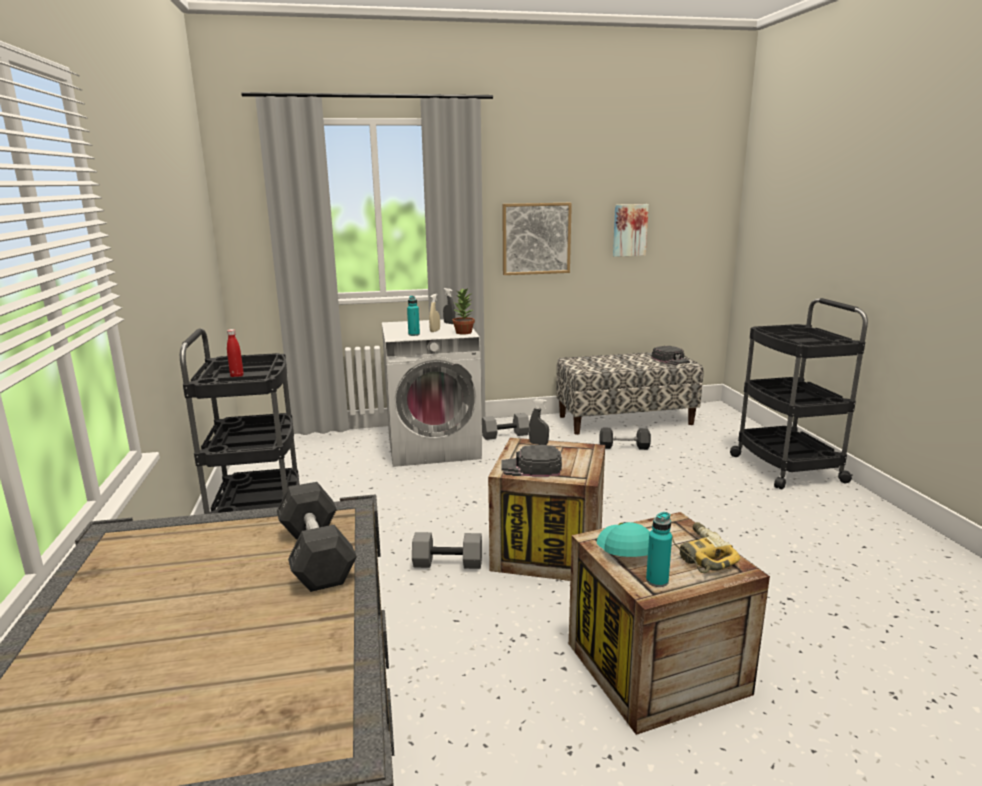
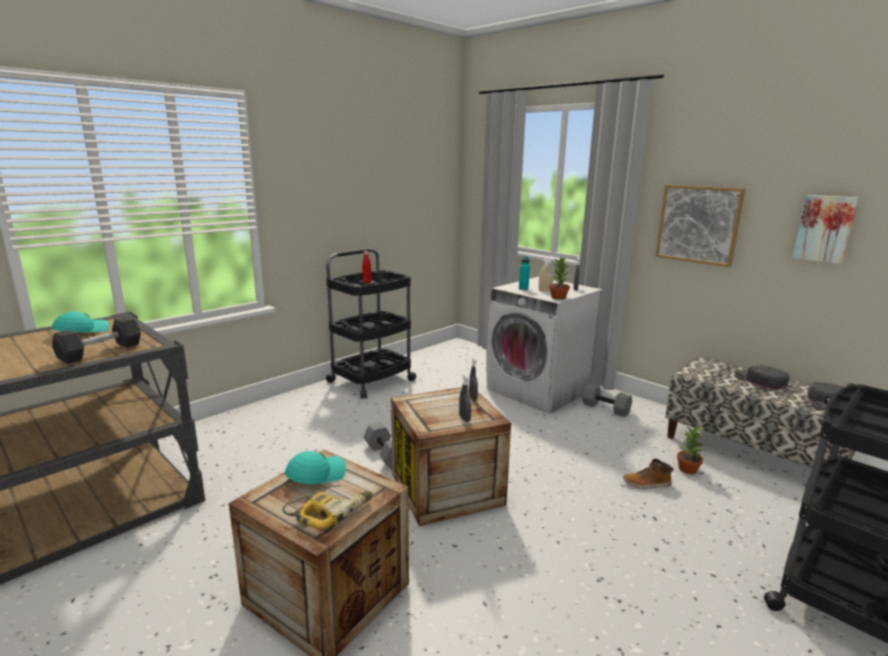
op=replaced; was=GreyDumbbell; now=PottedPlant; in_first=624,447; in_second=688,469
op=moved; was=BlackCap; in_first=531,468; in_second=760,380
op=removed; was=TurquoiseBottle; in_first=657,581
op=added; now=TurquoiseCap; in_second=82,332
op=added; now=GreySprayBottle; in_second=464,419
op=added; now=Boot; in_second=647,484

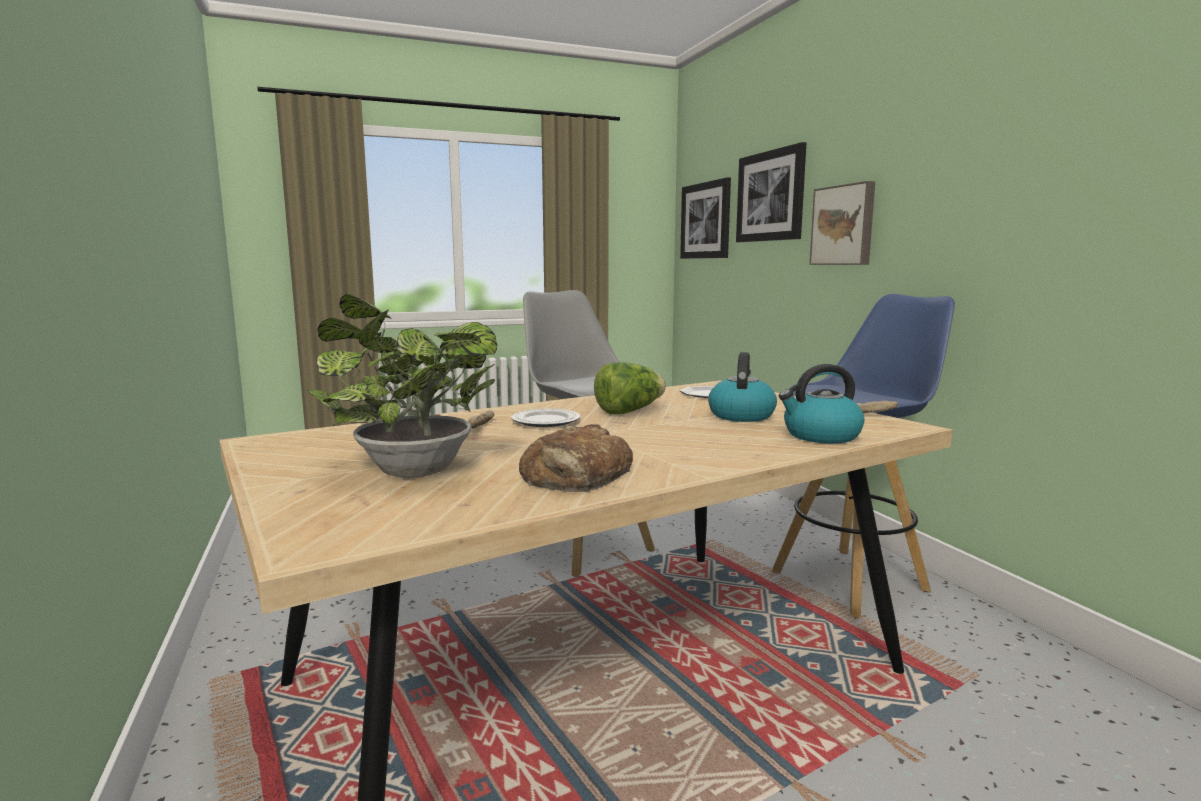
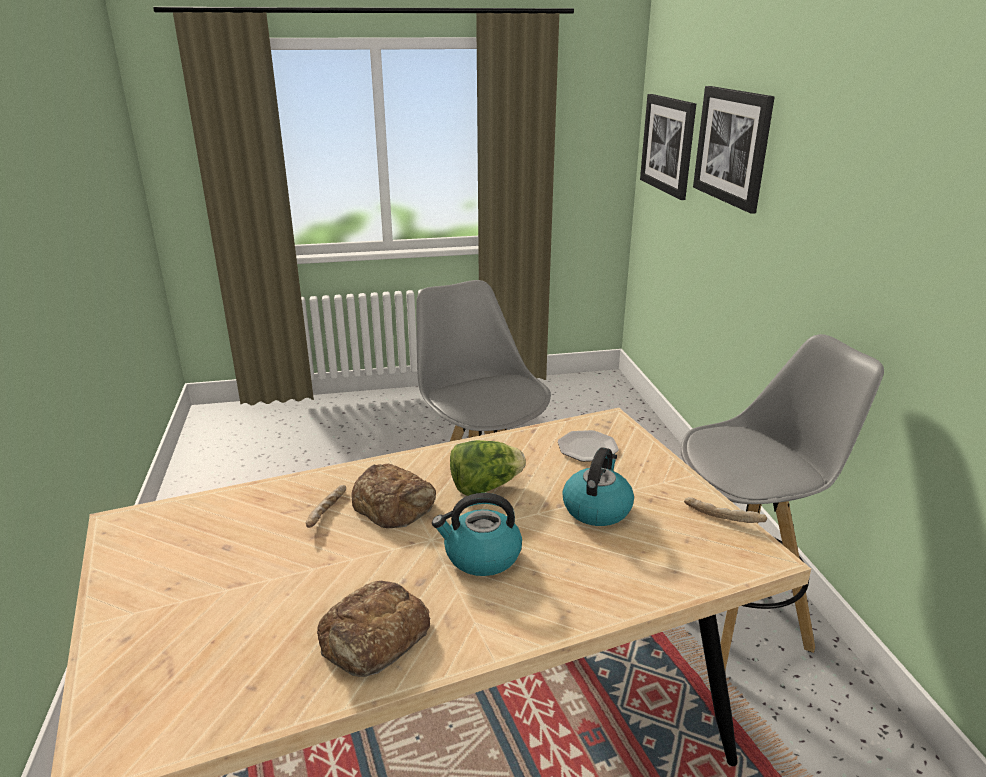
op=removed; was=Picture; in_first=844,225
op=removed; was=PottedPlant; in_first=408,470
op=recoloured; was=BlueStool; now=GreyStool; in_first=852,580; in_second=735,624
op=moved; was=Kettle; in_first=820,436; in_second=481,556
op=replaced; was=Plate; now=Bread; in_first=546,421; in_second=394,503

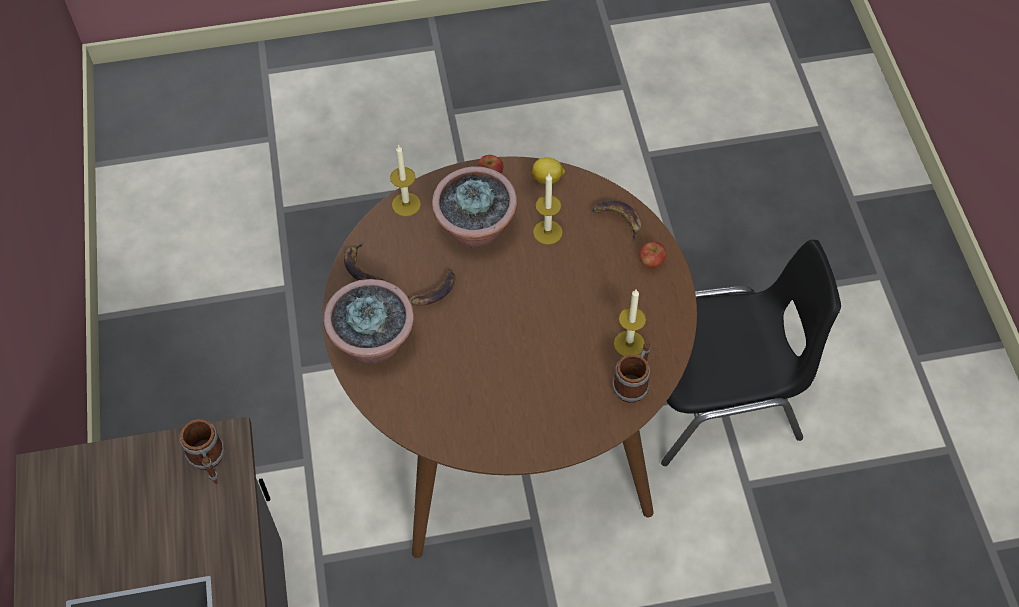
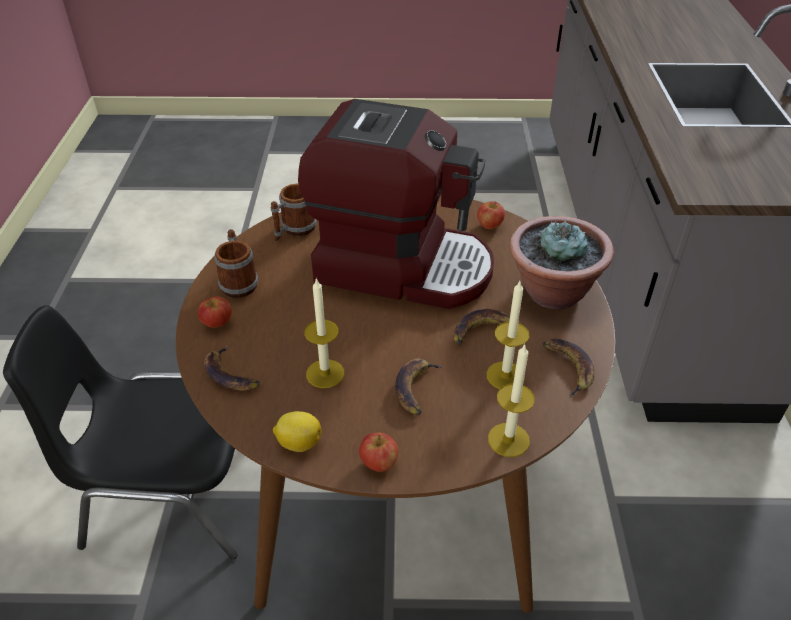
op=replaced; was=PottedPlant; now=Banana; in_first=476,231; in_second=416,389
op=moved; was=Candle; in_first=629,344; in_second=505,376
op=moved; was=Mug; in_first=208,461; in_second=239,281
op=added; now=CoffeeMachine; in_second=402,265
op=added; now=Apple; in_second=489,225

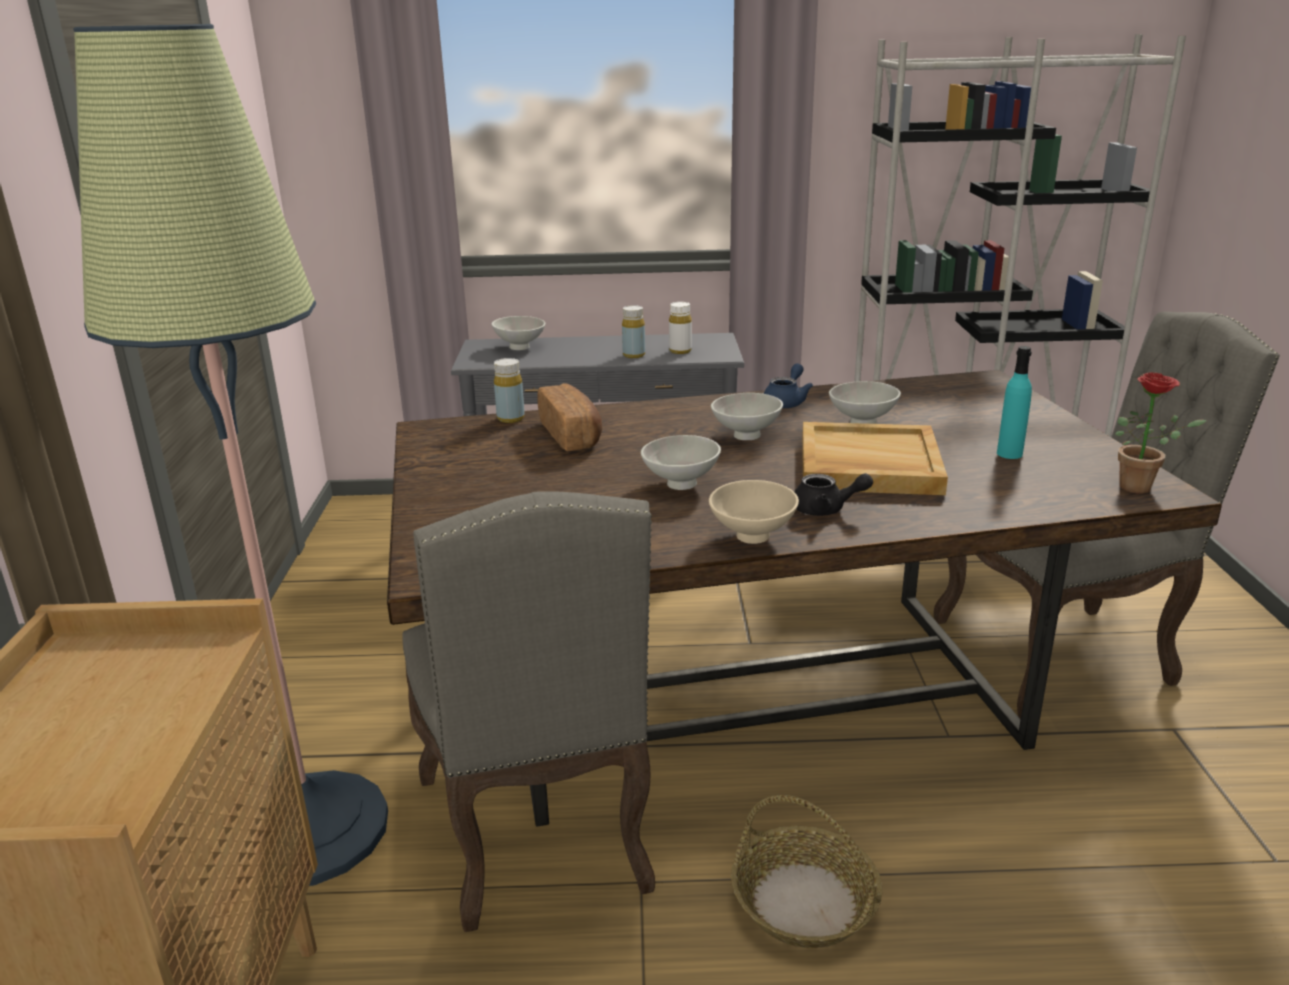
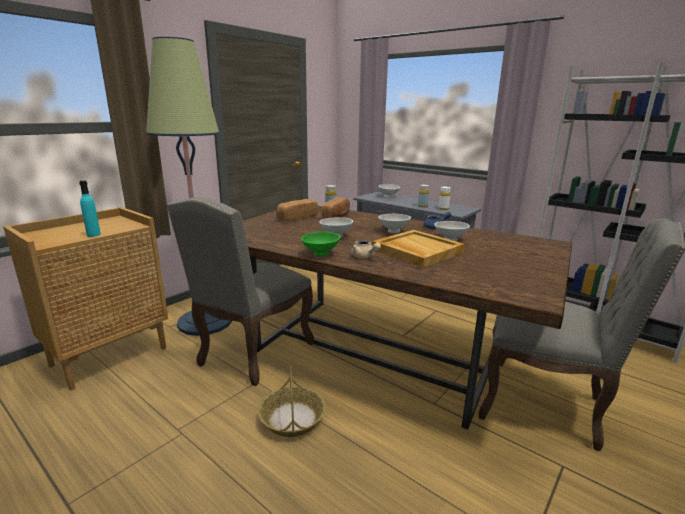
op=moved; was=TurquoiseBottle; in_first=1009,454; in_second=93,235
op=removed; was=PottedPlant; in_first=1142,487
op=recoloured; was=BlackTeapot; now=BeigeTeapot; in_first=826,509; in_second=364,256
op=recoloured; was=BeigeBowl; now=GreenBowl; in_first=754,537; in_second=321,254
op=added; now=Bread; in_second=297,218

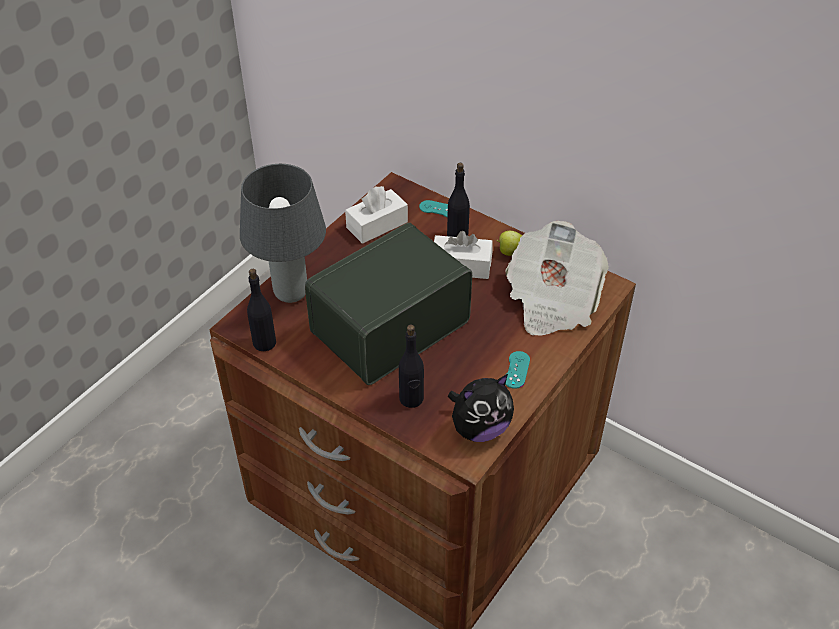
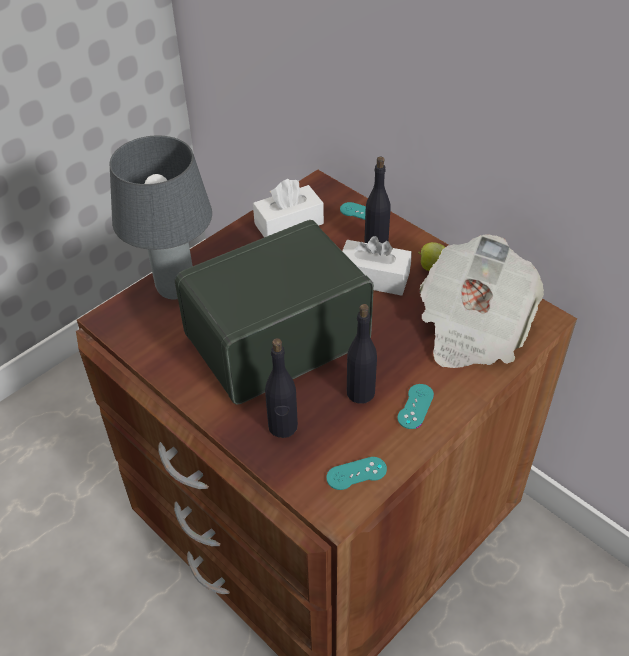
op=moved; was=BlackBottle; in_first=264,342; in_second=360,392
op=replaced; was=PlushToy; now=TurquoiseGameController; in_first=479,428; in_second=356,473

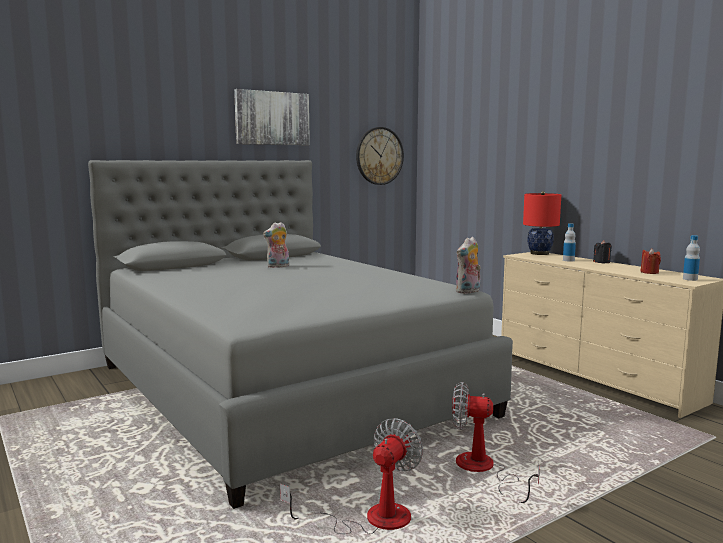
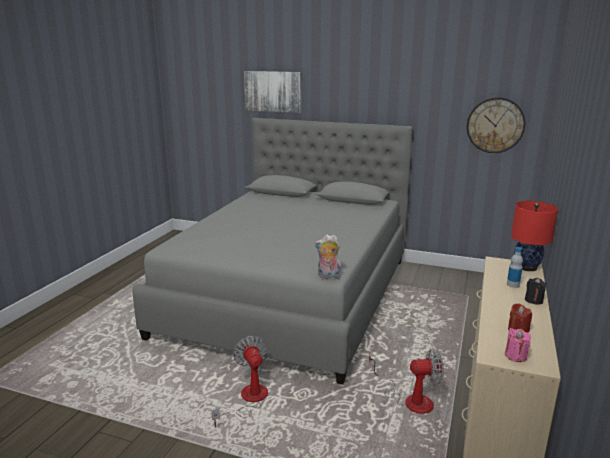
op=moved; was=Picture; in_first=272,118; in_second=273,91
op=removed; was=PlushToy; in_first=278,266
op=replaced; was=Bottle; now=PinkCandle; in_first=690,279; in_second=515,356
op=moved; was=Fan; in_first=371,519; in_second=410,399

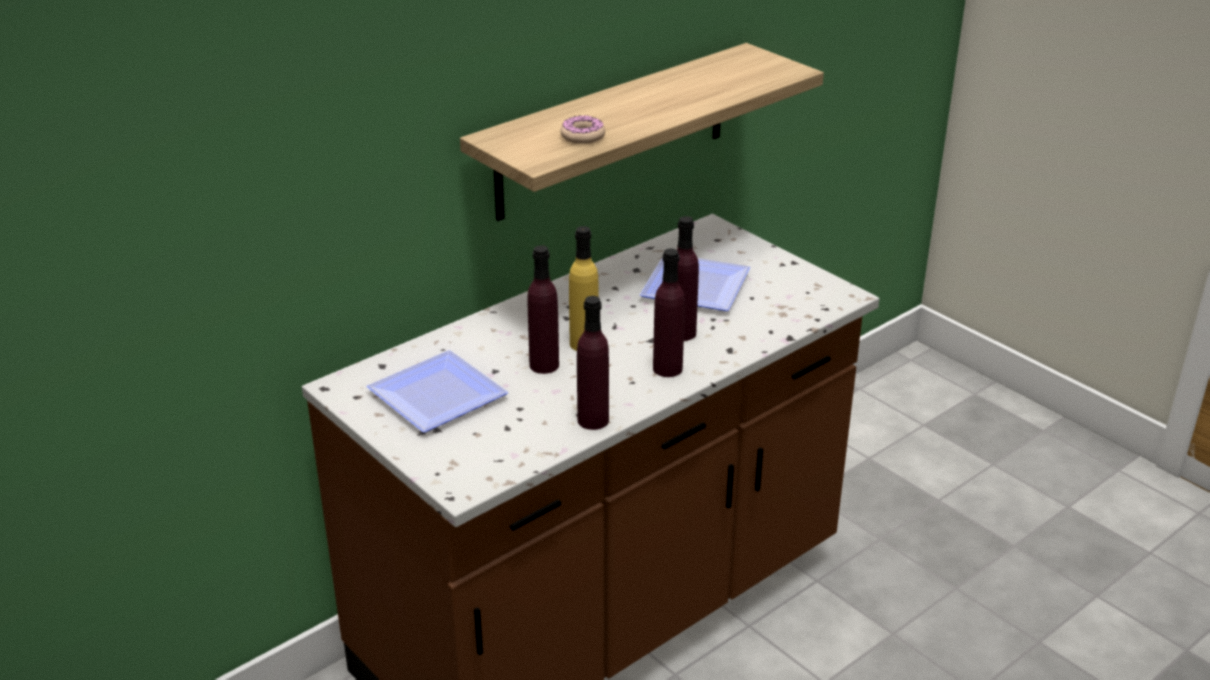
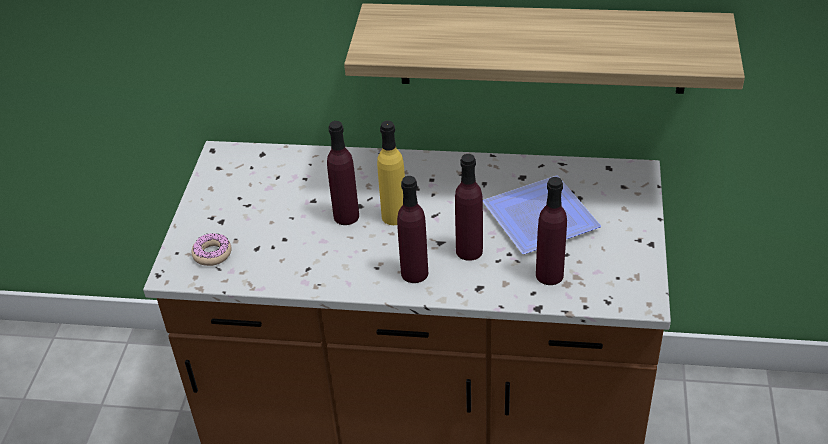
op=moved; was=Donut; in_first=582,136; in_second=212,254
op=moved; was=PurpleBottle; in_first=593,420; in_second=549,275
op=removed; was=Plate; in_first=436,399

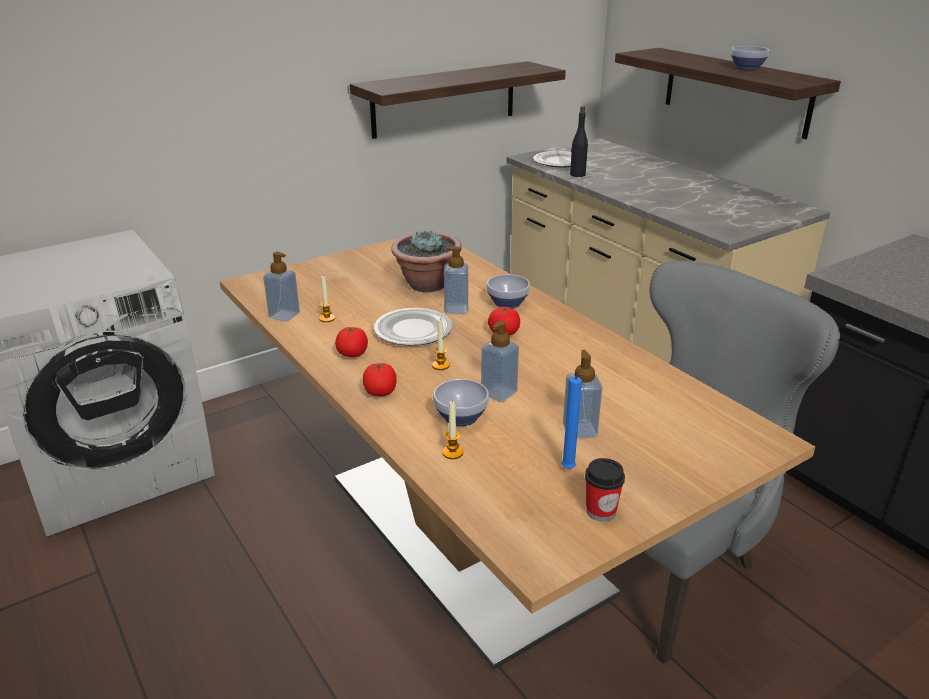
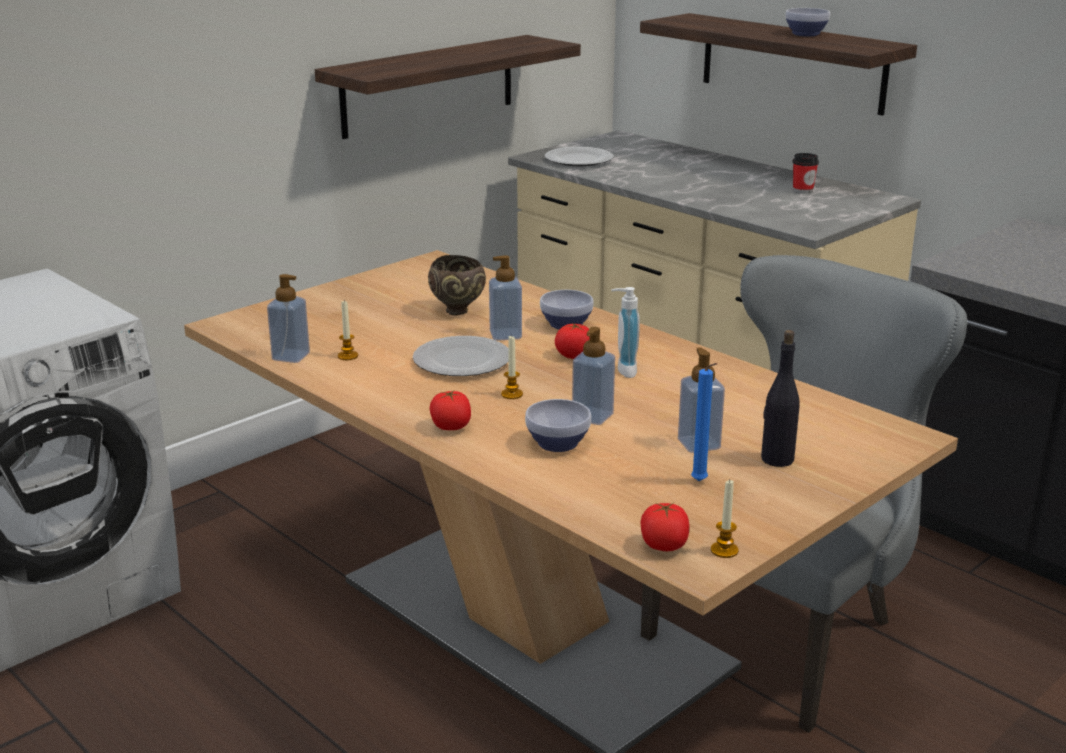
op=moved; was=BlackBottle; in_first=577,174; in_second=776,459
op=replaced; was=PottedPlant; now=BrownBowl; in_first=427,285; in_second=458,311
op=moved; was=Tomato; in_first=352,354; in_second=664,546
op=moved; was=Candle; in_first=452,452; in_second=724,550
op=moved; was=Cup; in_first=601,511; in_second=802,191
op=added; now=SoapDispenser; in_second=622,371

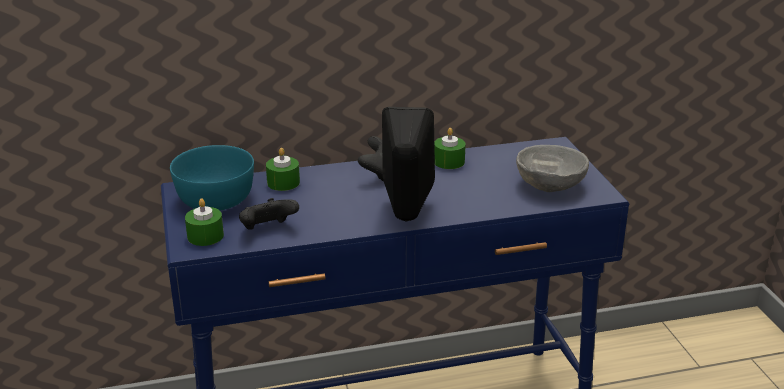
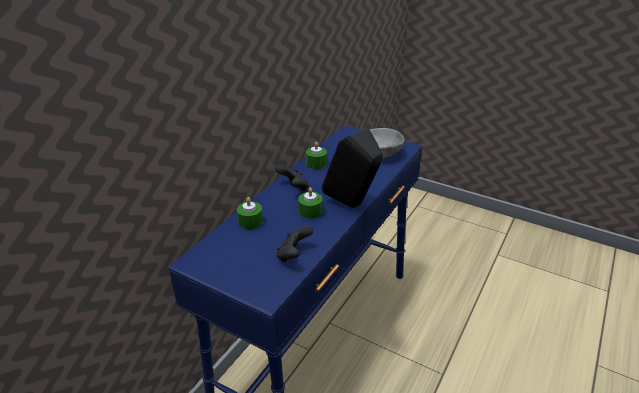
op=removed; was=TurquoiseBowl; in_first=215,198
op=moved; was=GreenCandle; in_first=205,236; in_second=310,211

